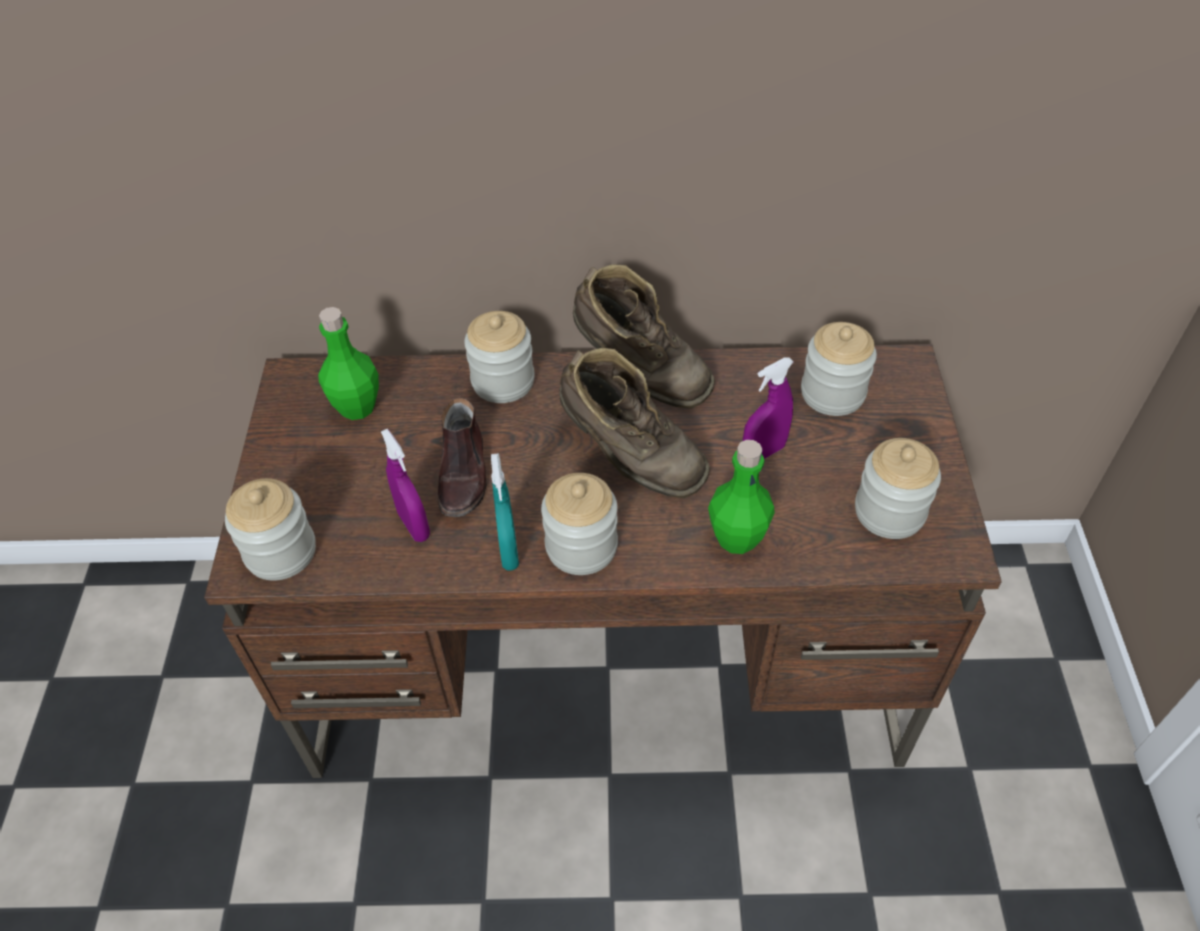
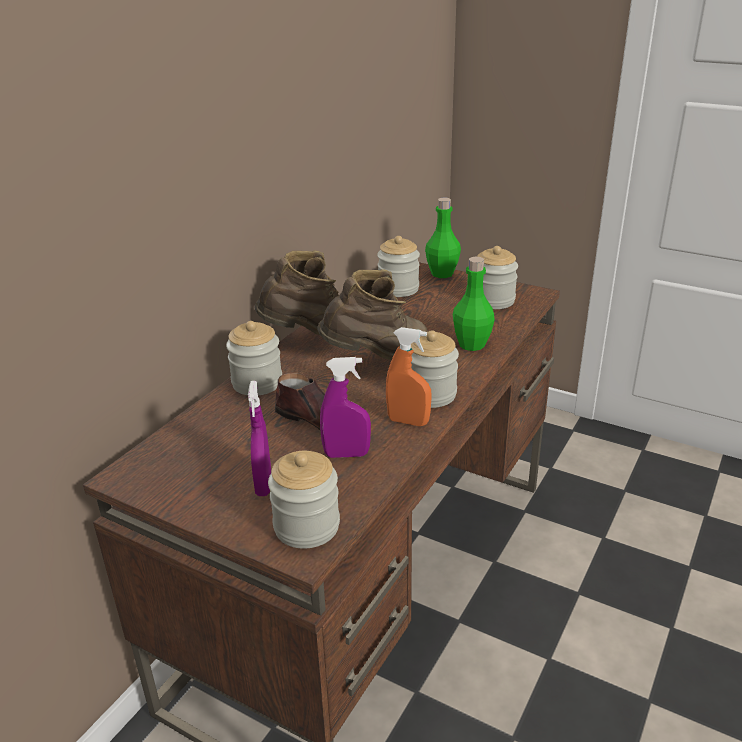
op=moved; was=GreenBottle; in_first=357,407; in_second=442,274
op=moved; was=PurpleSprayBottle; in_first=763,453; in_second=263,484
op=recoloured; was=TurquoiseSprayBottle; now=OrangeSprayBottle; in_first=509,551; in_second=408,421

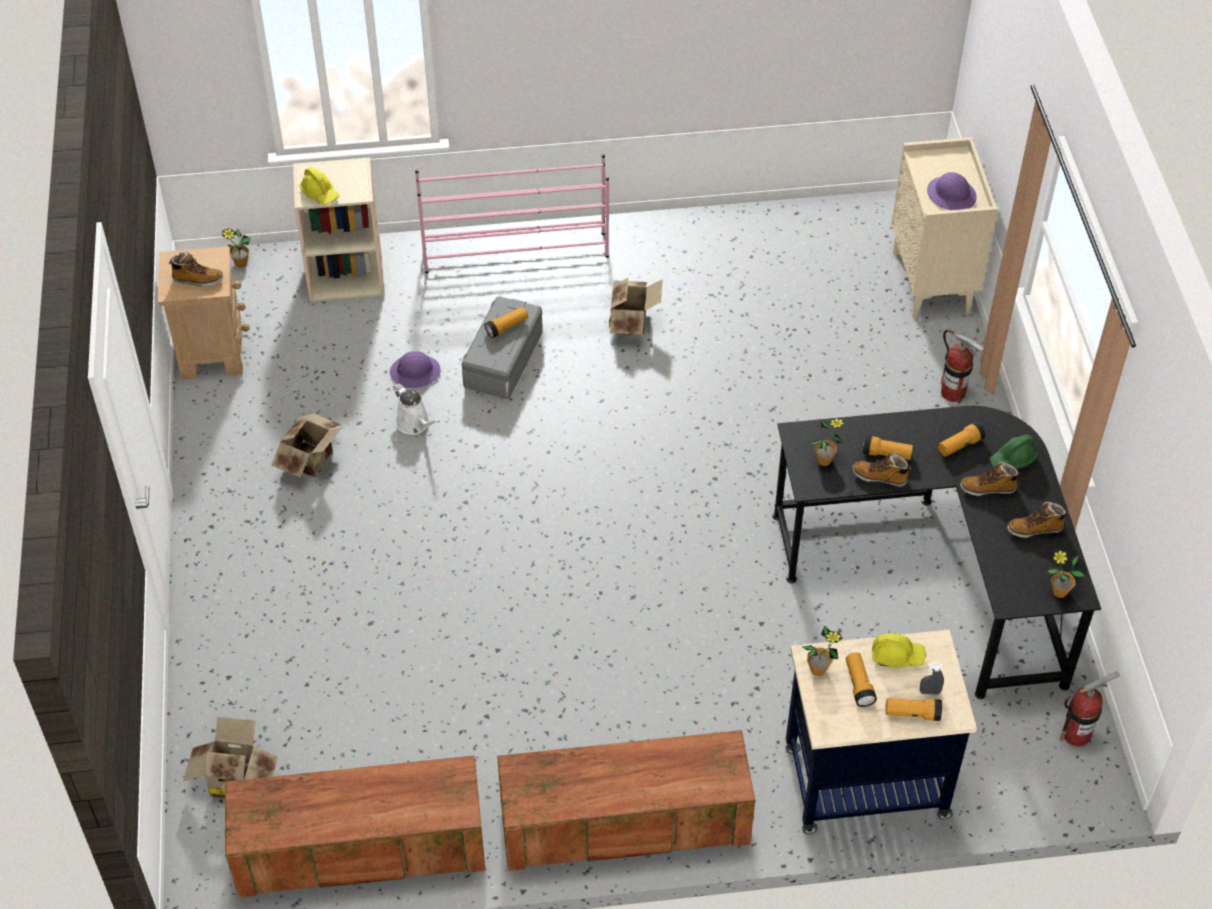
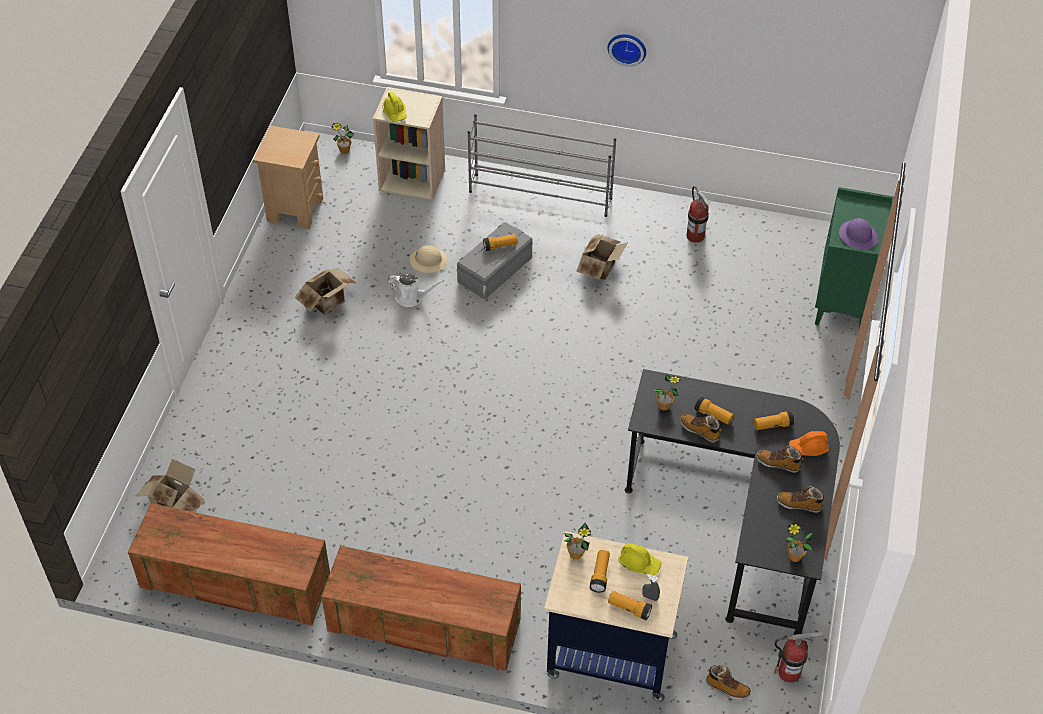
op=recoloured; was=BeigeCabinet; now=GreenCabinet; in_first=931,282; in_second=842,302
op=recoloured; was=PinkShoeRack; now=GreyShoeRack; in_first=516,253; in_second=541,195
op=moved; was=Boot; in_first=197,280; in_second=727,688
op=moved; was=FireExtinguisher; in_first=953,392; in_second=695,236
op=recoloured; was=PurpleHardHat; now=BeigeHardHat; in_first=415,372; in_second=428,261
op=turned; was=WhiteWateringCan; in_first=415,423; in_second=411,297; clockwise=-60
op=recoloured; was=GreenHardHat; now=OrangeHardHat; in_first=1012,460; in_second=808,448
op=added; now=WallClock; in_second=627,47

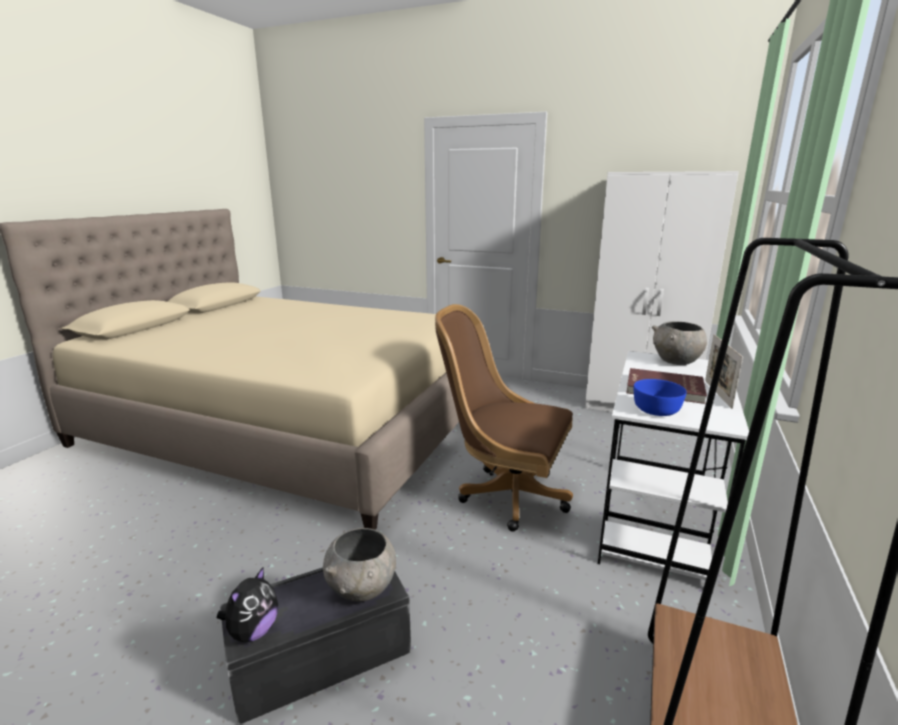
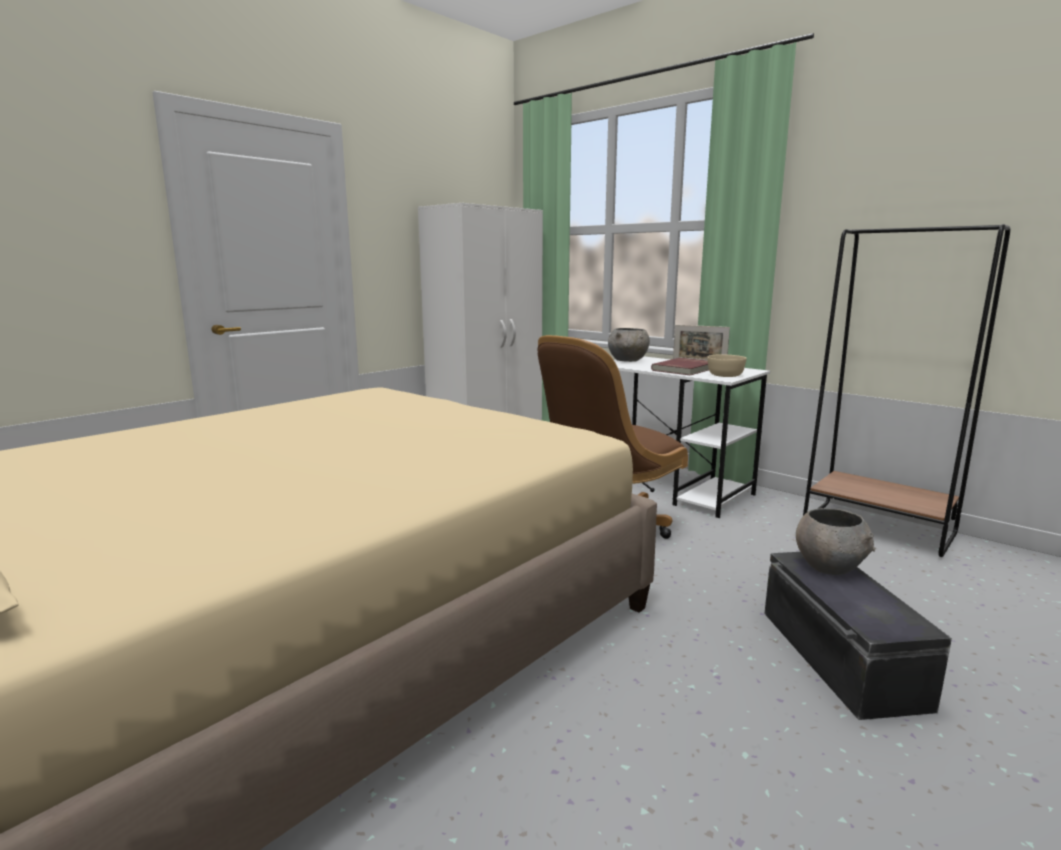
op=recoloured; was=BlueBowl; now=BeigeBowl; in_first=657,410; in_second=725,375
op=removed; was=PlushToy; in_first=253,631

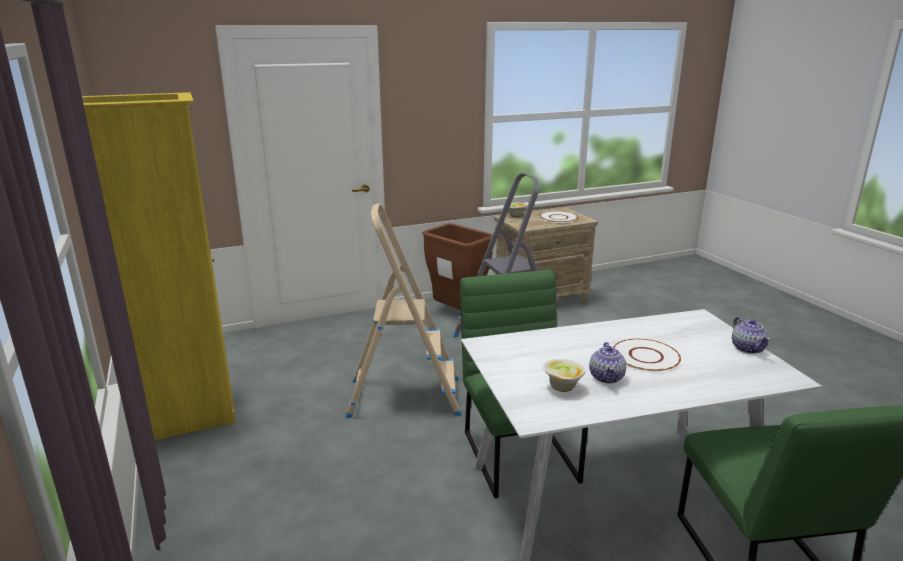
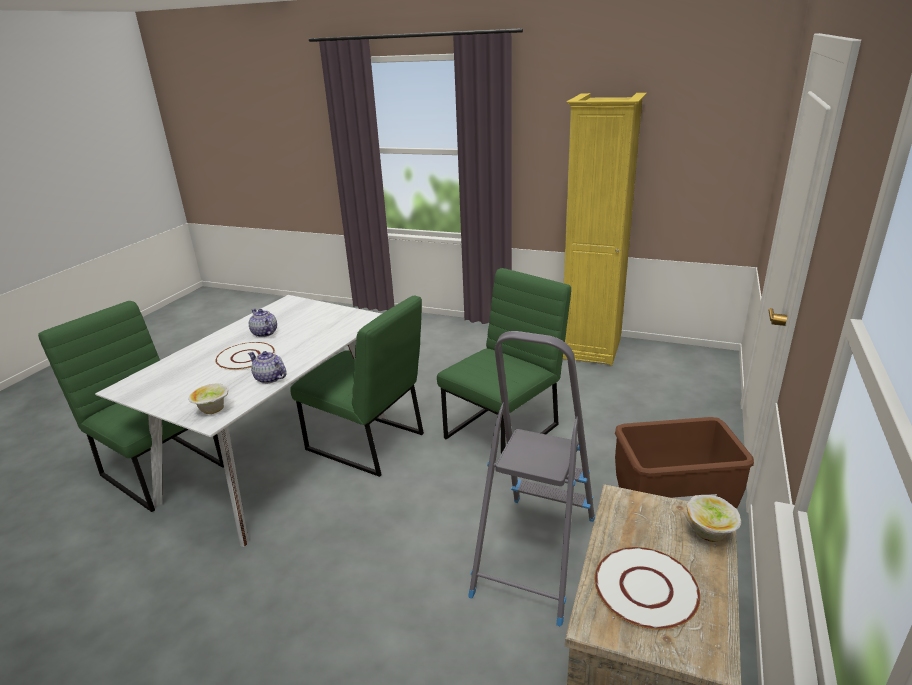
op=replaced; was=BeigeStepLadder; now=GreenChair; in_first=406,397; in_second=504,430
op=moved; was=Teapot; in_first=747,348; in_second=269,378
op=moved; was=Bowl; in_first=562,387; in_second=213,410

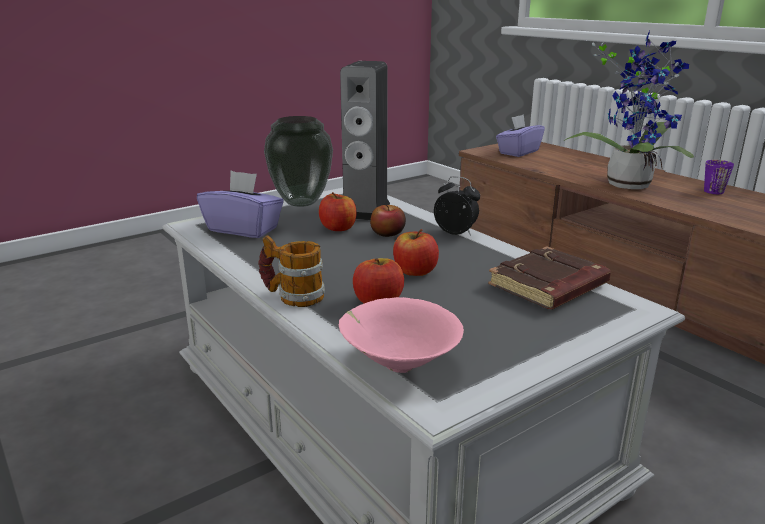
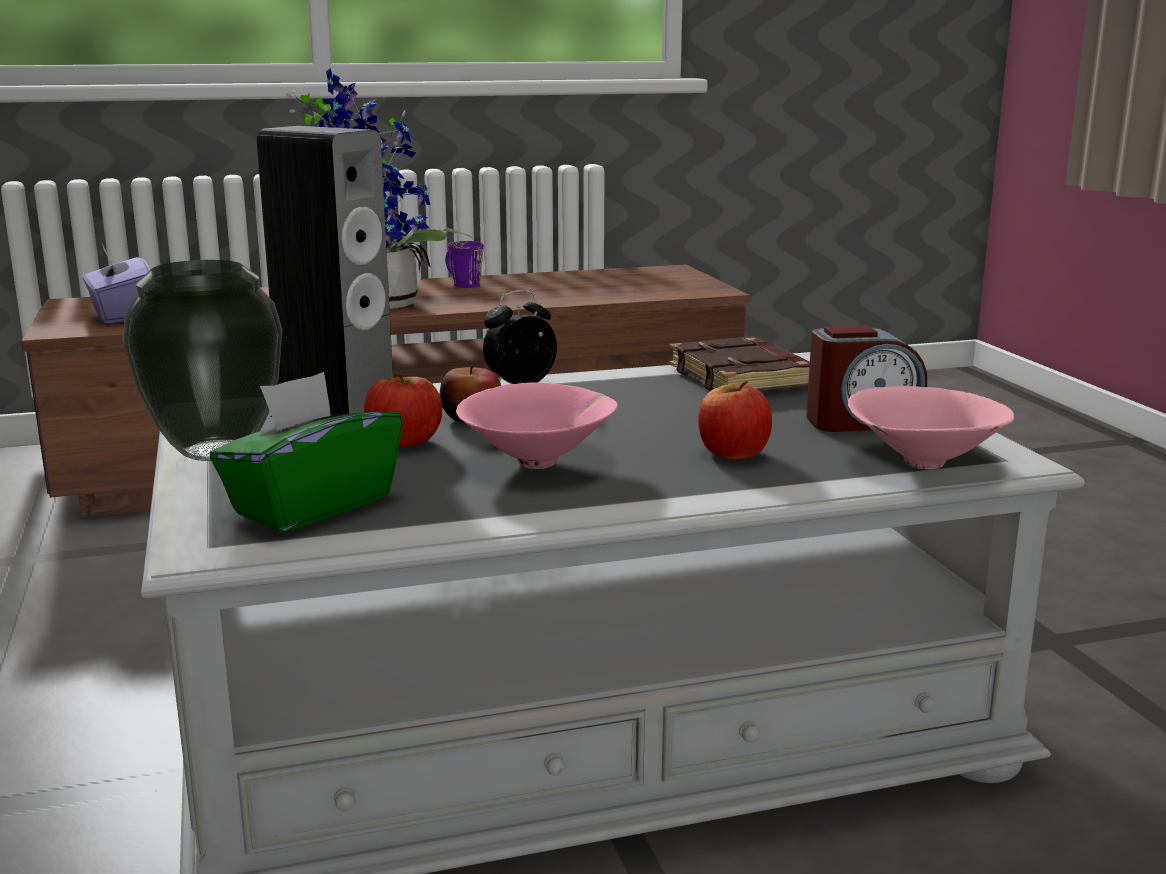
op=recoloured; was=PurpleTissueBox; now=GreenTissueBox; in_first=244,229; in_second=311,506
op=removed; was=Apple; in_first=415,271
op=removed; was=Mug; in_first=292,296
op=added; now=AlarmClock; in_second=862,422
op=added; now=PinkBowl; in_second=541,462

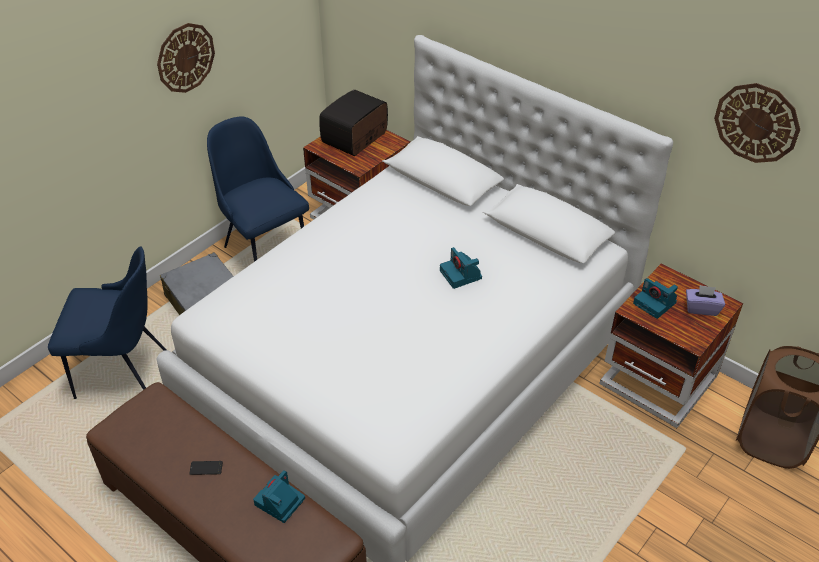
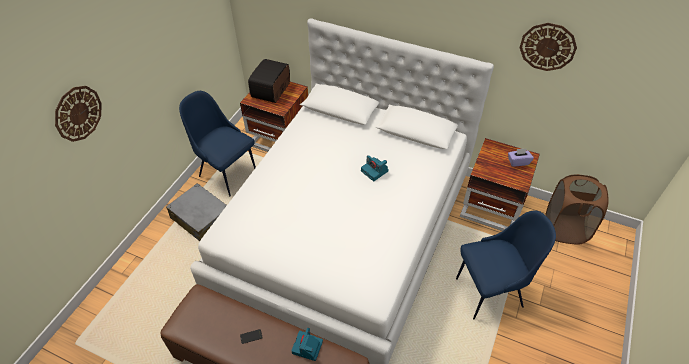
op=moved; was=WallClock; in_first=185,57; in_second=78,113
op=moved; was=BlueChair; in_first=123,373; in_second=489,292
op=removed; was=PhotoCamera; in_first=655,303

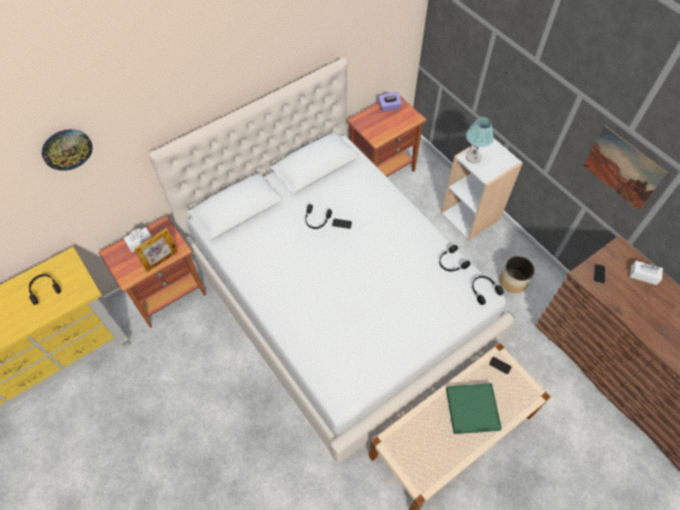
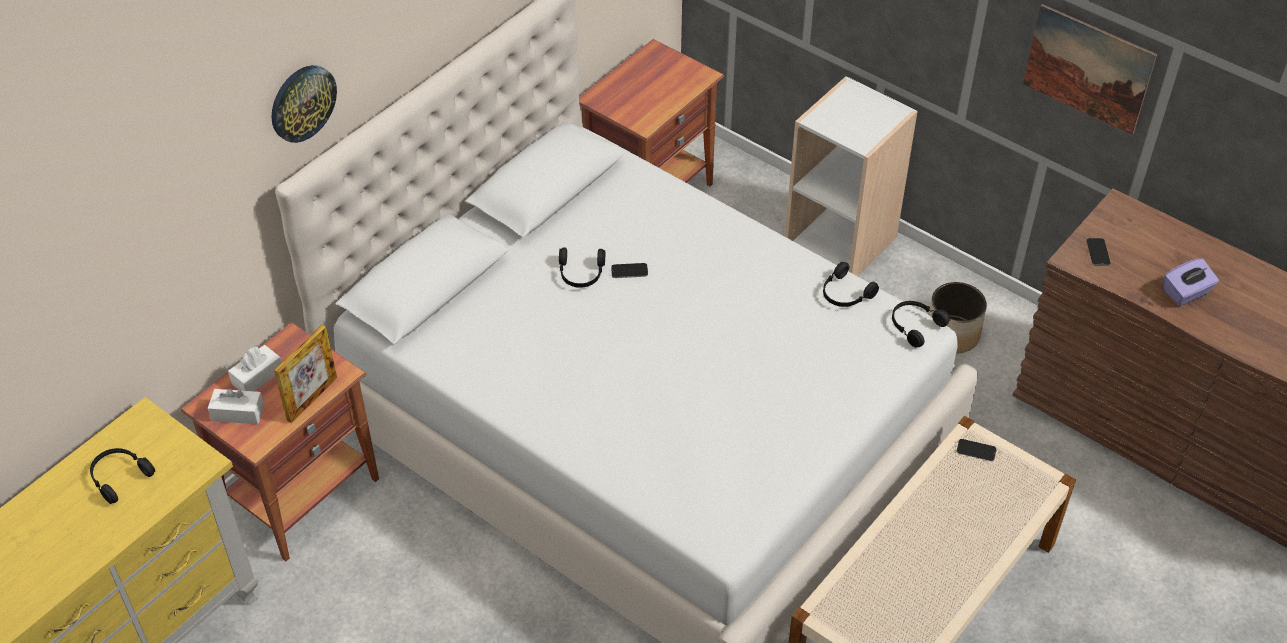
op=moved; was=PurpleTissueBox; in_first=389,107; in_second=1186,293
op=removed; was=TableLamp; in_first=473,157
op=moved; was=WallClock; in_first=67,149; in_second=302,103
op=moved; was=WhiteTissueBox; in_first=643,275; in_second=238,413
op=removed; was=GreenTray; in_first=472,409

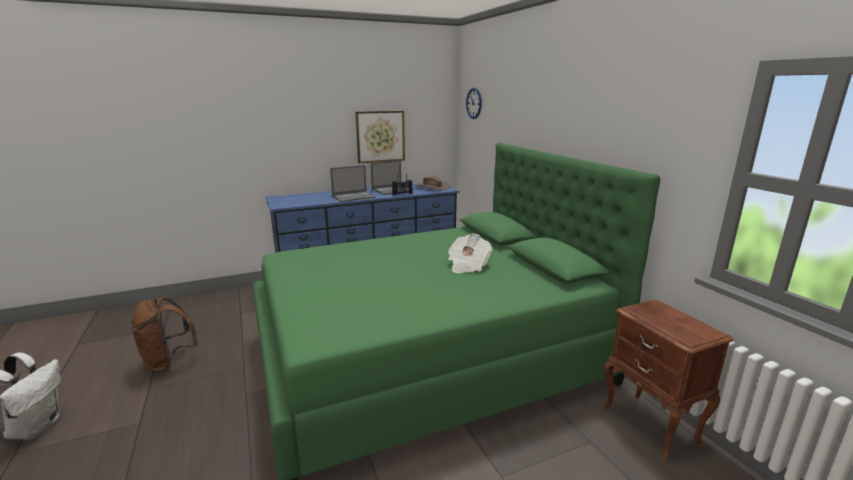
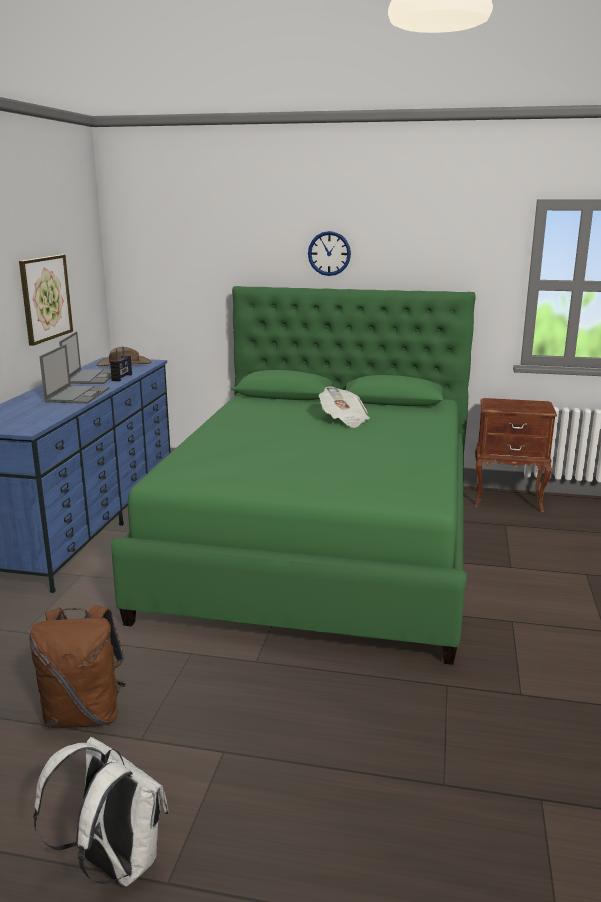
op=moved; was=WallClock; in_first=474,103; in_second=329,253

